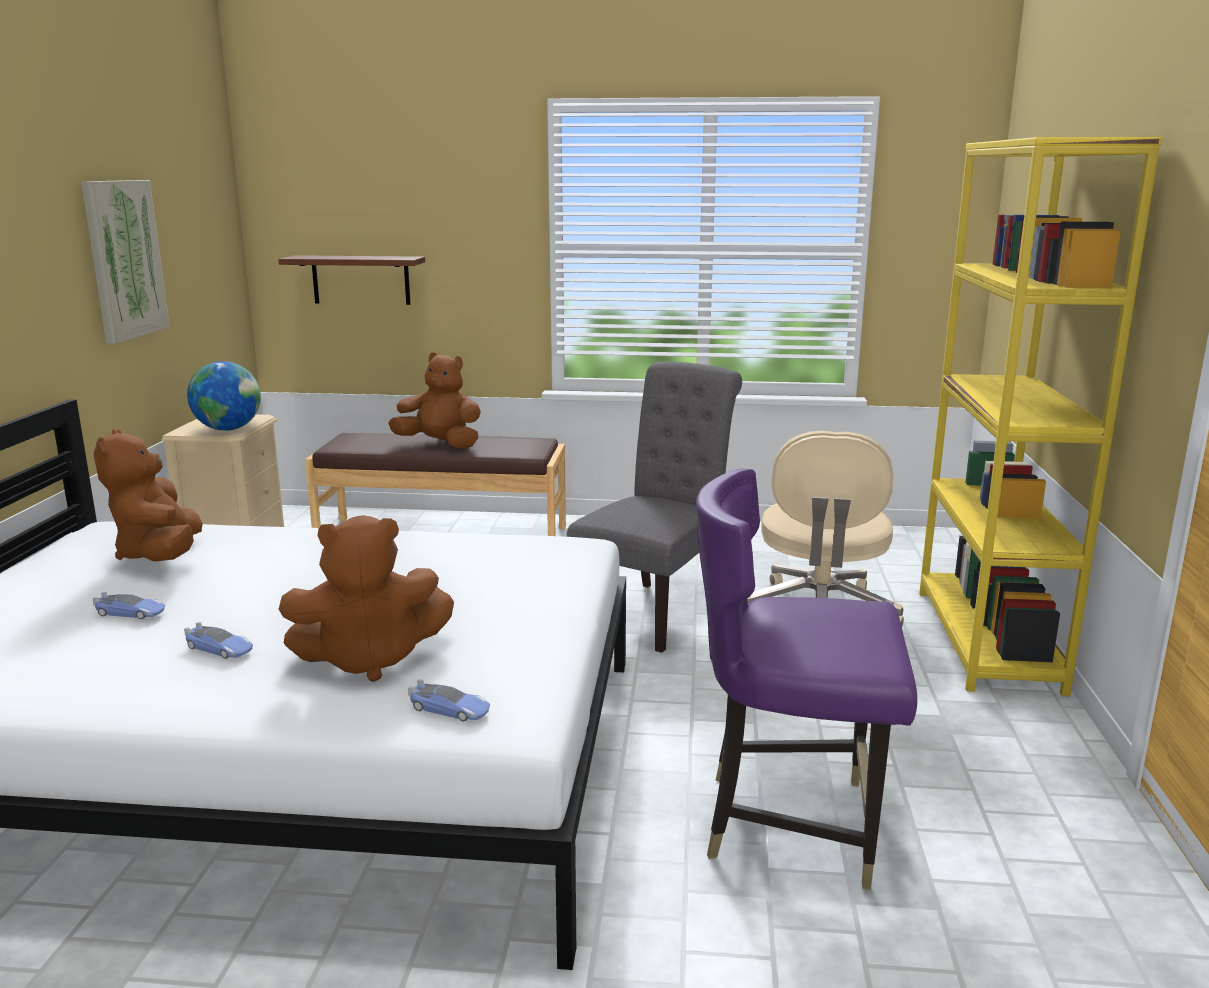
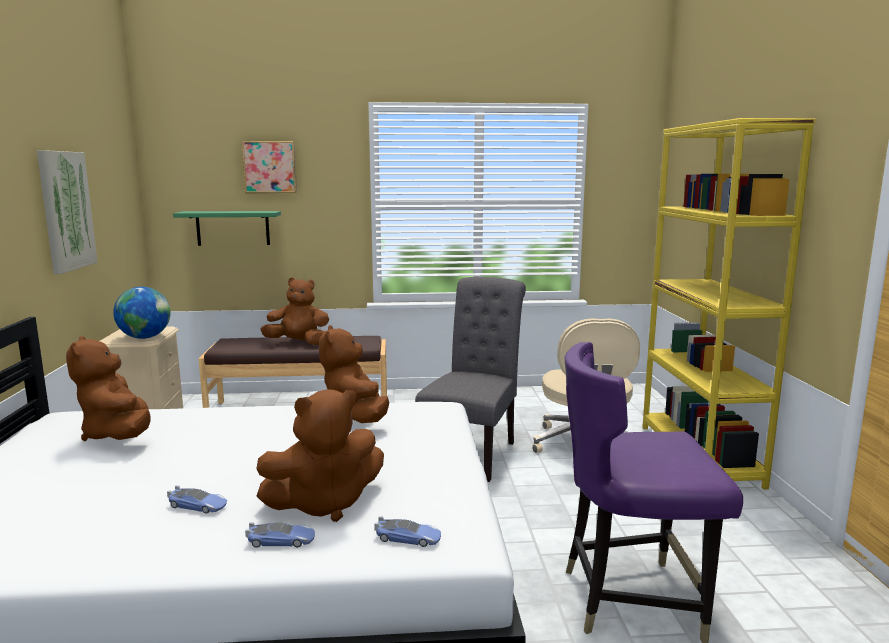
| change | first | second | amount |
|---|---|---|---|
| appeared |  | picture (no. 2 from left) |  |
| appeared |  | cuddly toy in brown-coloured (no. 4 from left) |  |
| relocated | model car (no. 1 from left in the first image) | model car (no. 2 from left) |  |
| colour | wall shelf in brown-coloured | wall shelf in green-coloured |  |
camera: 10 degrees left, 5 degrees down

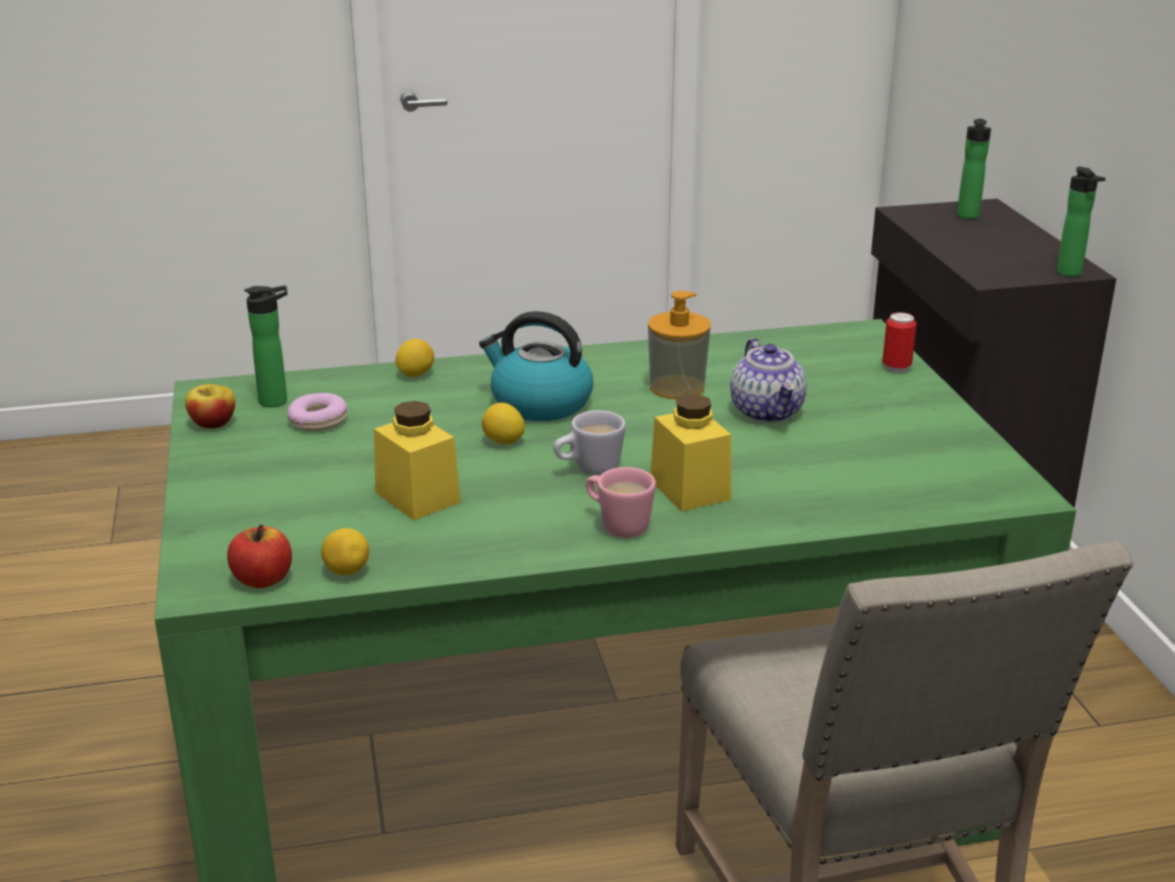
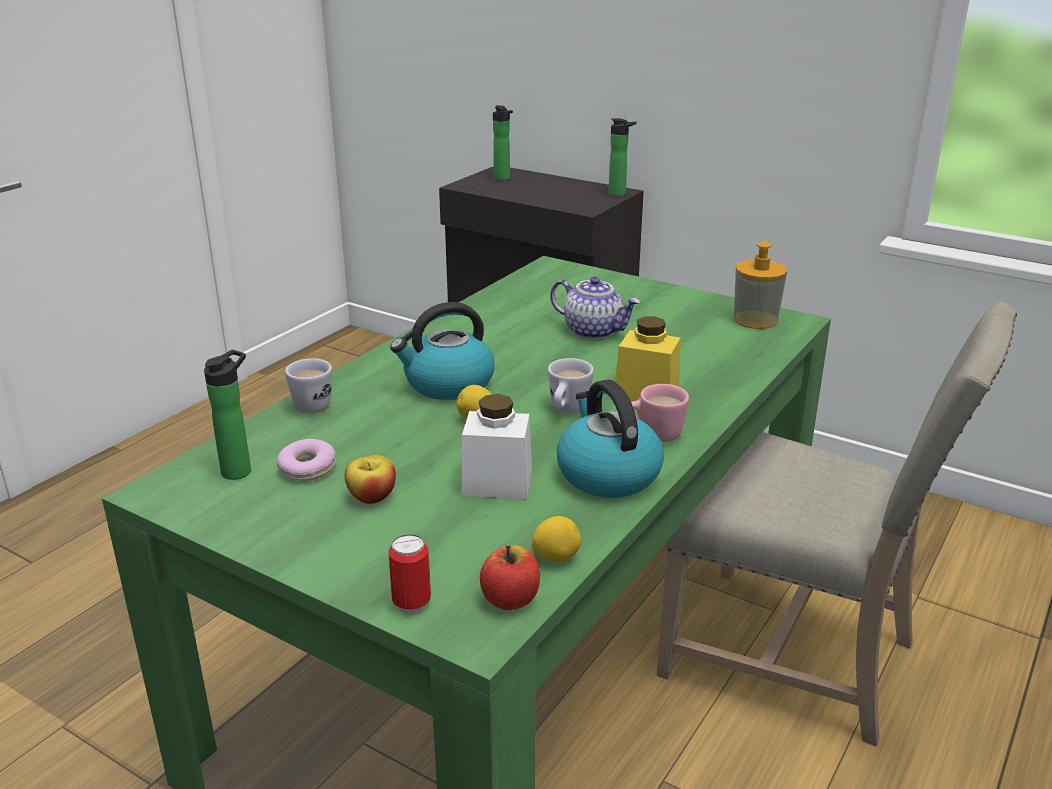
| change | first | second | amount |
|---|---|---|---|
| appeared |  | kettle (no. 2 from left) |  |
| relocated | apple fruit (no. 1 from left) |  |  |
| relocated | soap dispenser |  |  |
| relocated | can |  |  |
| exchanged | lemon (no. 2 from left) | coffee mug in white-coloured (no. 1 from left) |  |
| colour | jar in yellow (no. 1 from left) | jar in white-coloured |  |
camera: 45 degrees left, 0 degrees up

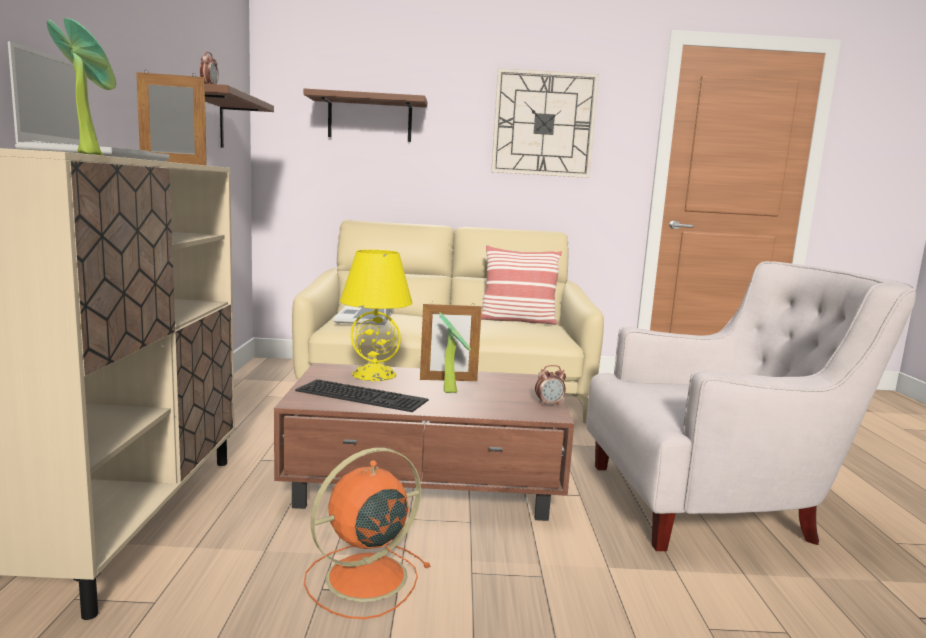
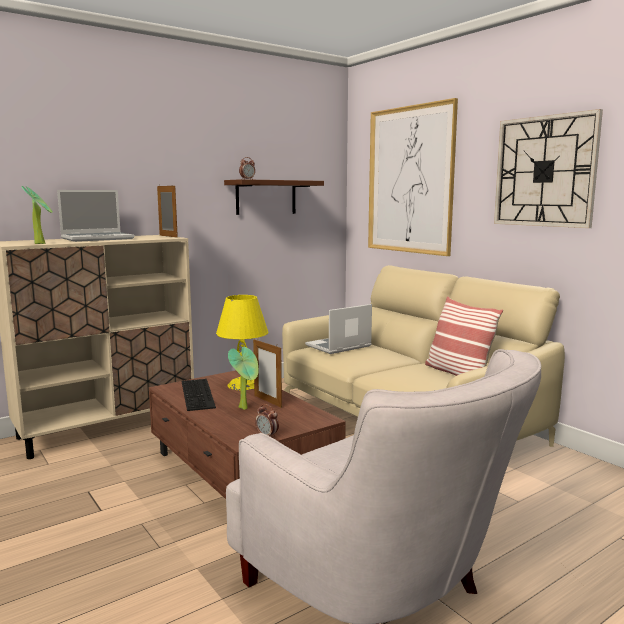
| change | first | second | amount |
|---|---|---|---|
| missing | cooling fan in orangey |  |  |
| exchanged | wall shelf in brown-coloured (no. 2 from left) | picture |  |
camera: 55 degrees right, 0 degrees up

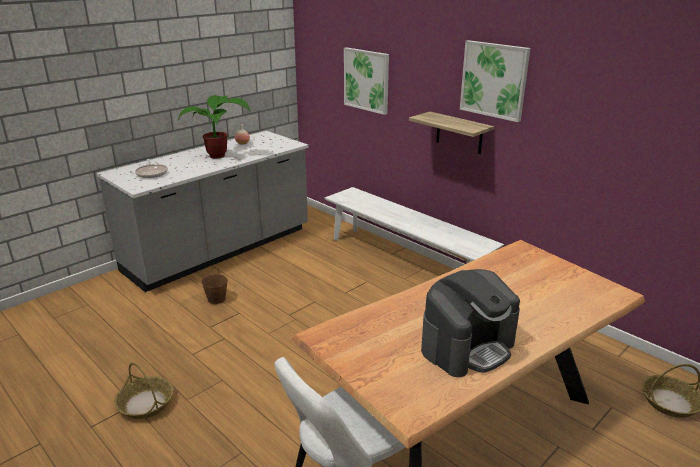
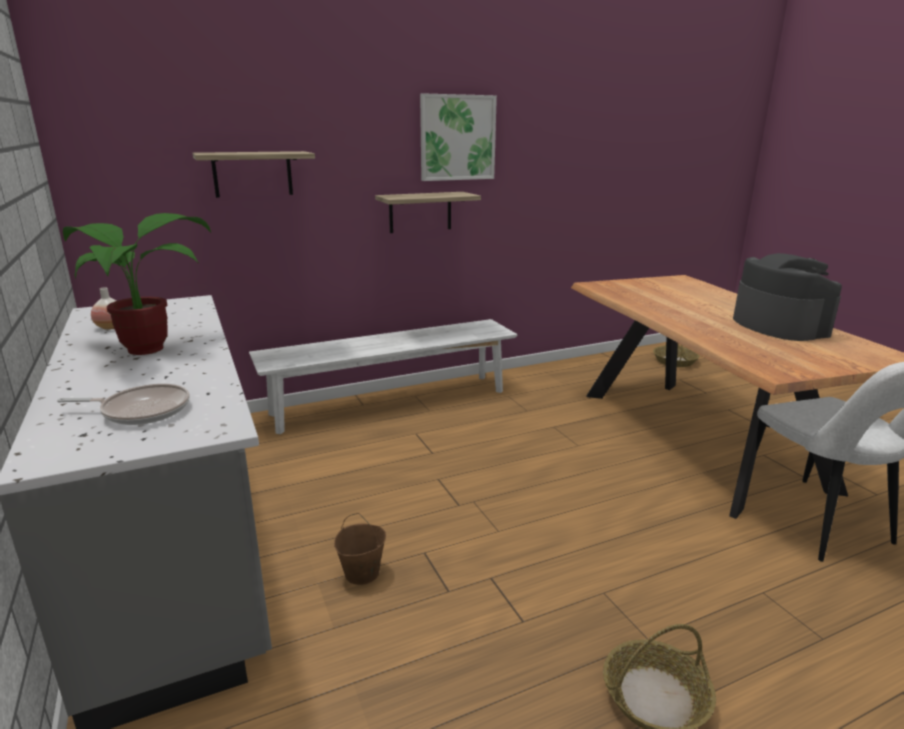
| change | first | second | amount |
|---|---|---|---|
| exchanged | picture (no. 1 from left) | wall shelf (no. 1 from left) |  |
camera: 70 degrees left, 5 degrees down

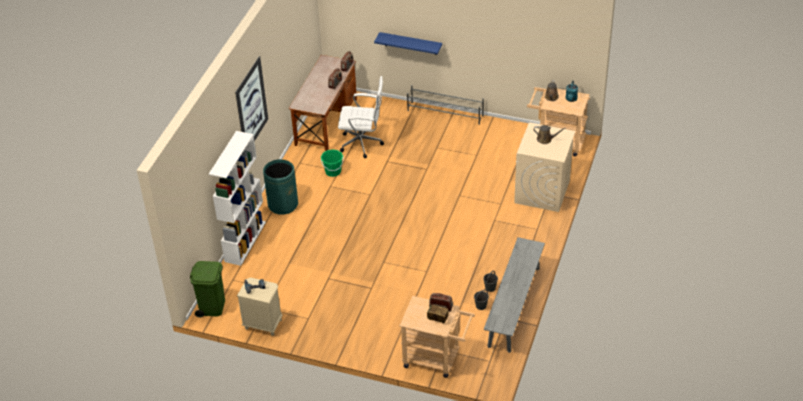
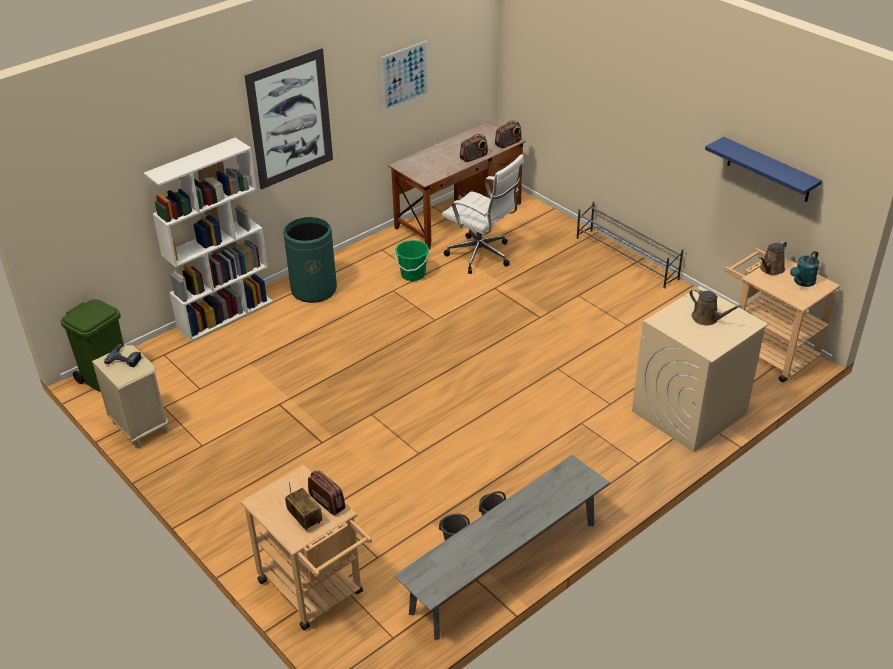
| change | first | second | amount |
|---|---|---|---|
| appeared |  | picture (no. 2 from left) |  |
| relocated | wall shelf in bluish |  |  |
camera: 30 degrees right, 5 degrees down

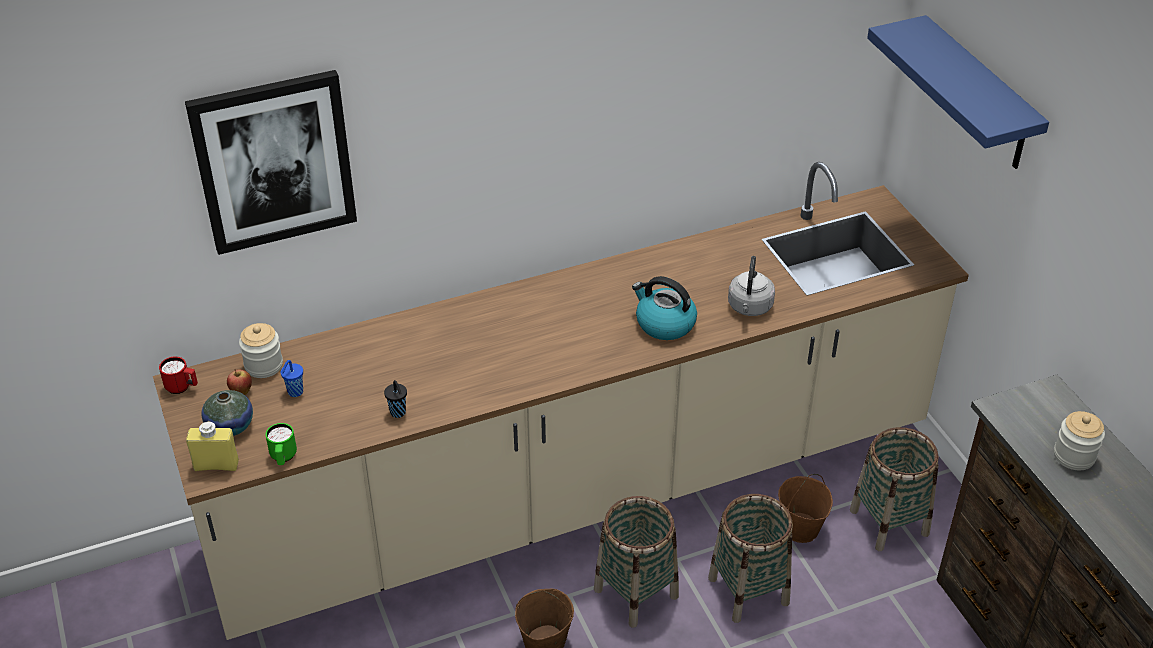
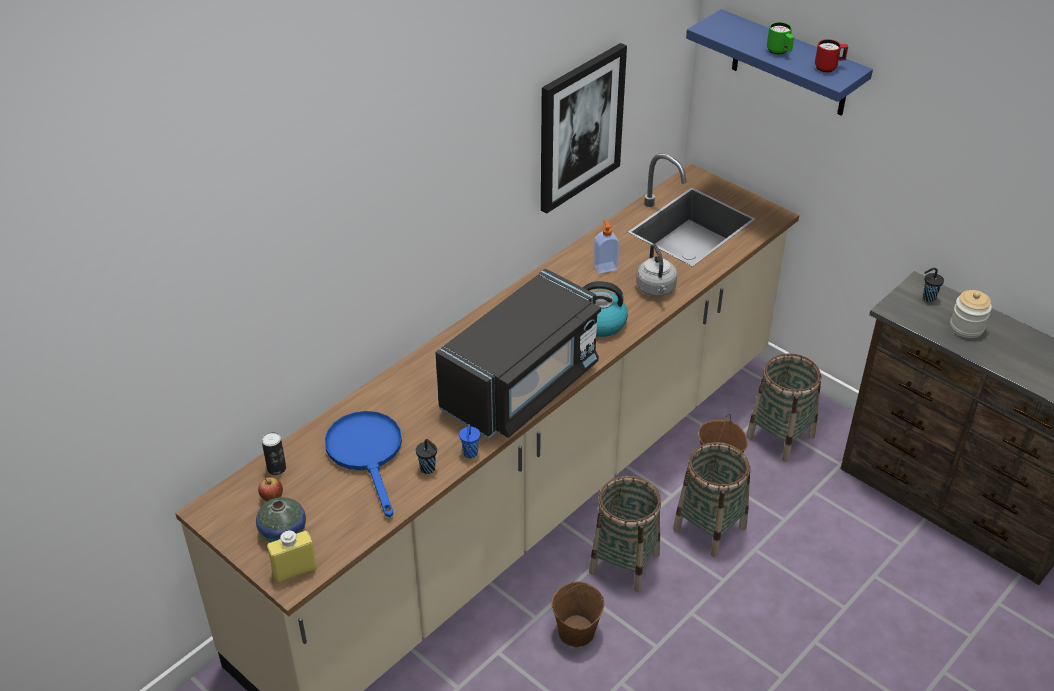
| change | first | second | amount |
|---|---|---|---|
| appeared |  | frying pan in bluish |  |
| appeared |  | microwave in black-coloured |  |
| appeared |  | soap dispenser |  |
| appeared |  | cup in black-coloured (no. 2 from left) |  |
| relocated | coffee mug in red-coloured |  |  |
| relocated | picture |  |  |
| relocated | coffee mug in green-coloured |  |  |
| relocated | cup in bluish |  |  |
| exchanged | jar (no. 1 from left) | can |  |
camera: 25 degrees left, 0 degrees up

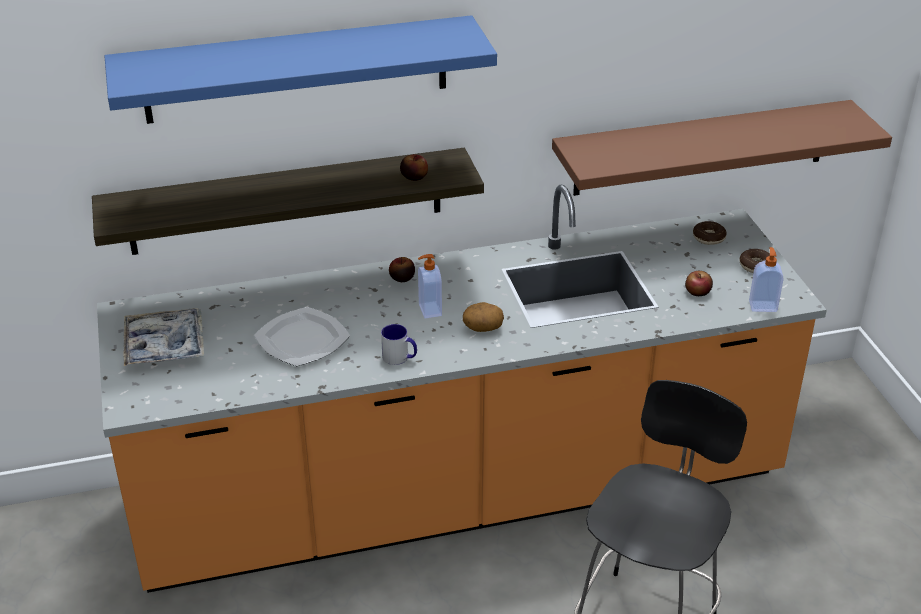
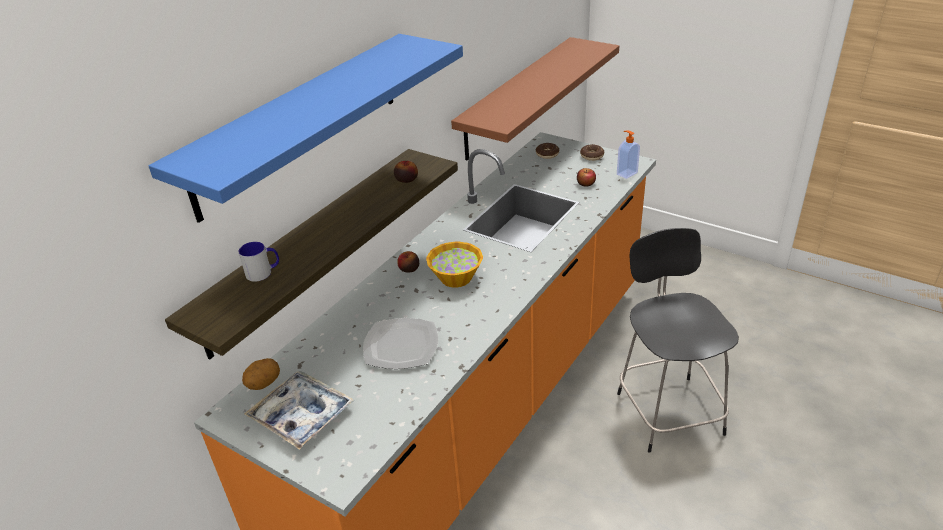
| change | first | second | amount |
|---|---|---|---|
| relocated | coffee mug |  |  |
| relocated | potato |  |  |
| exchanged | soap dispenser (no. 1 from left) | serving bowl |  |
camera: 40 degrees left, 0 degrees up

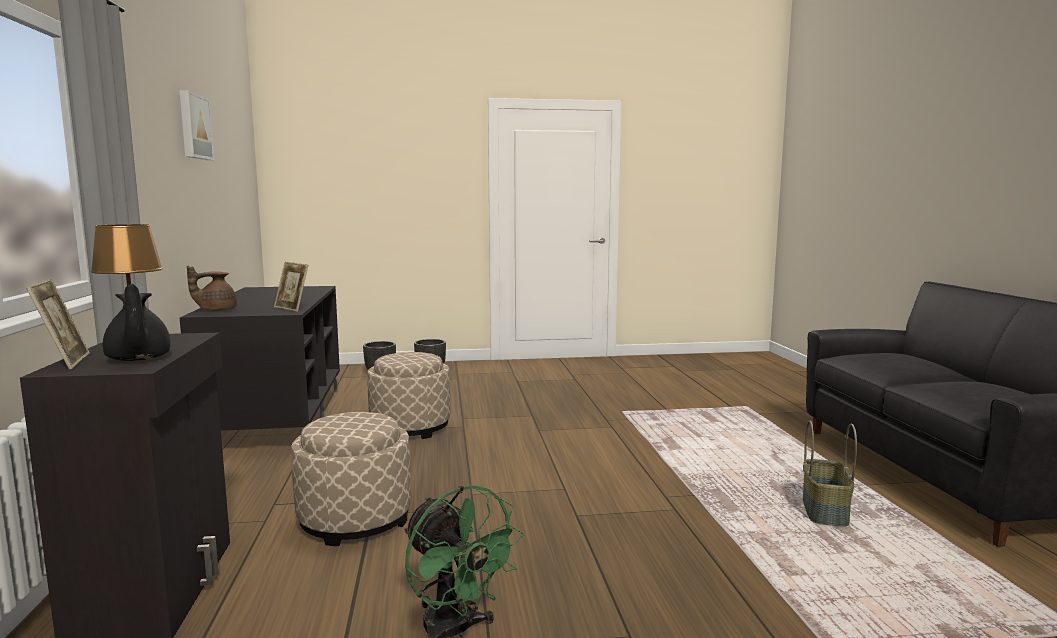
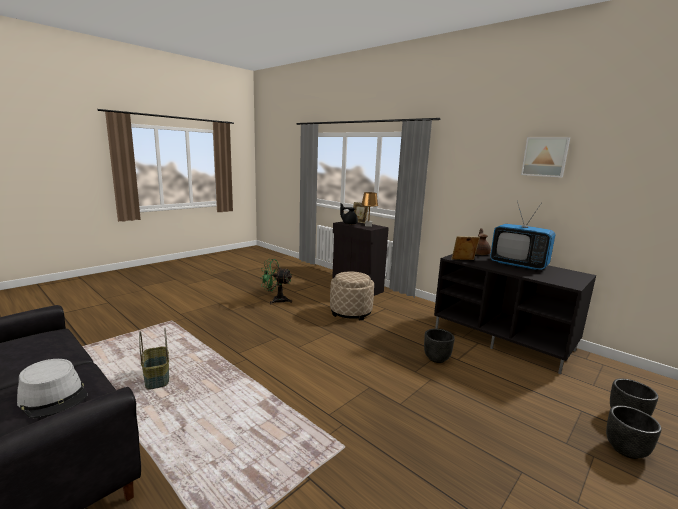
| change | first | second | amount |
|---|---|---|---|
| appeared |  | clothing hat in greyish |  |
| appeared |  | TV |  |
| exchanged | pouffe in sand-coloured (no. 2 from left) | planter in black-coloured (no. 1 from left) |  |
camera: 140 degrees right, 5 degrees up

